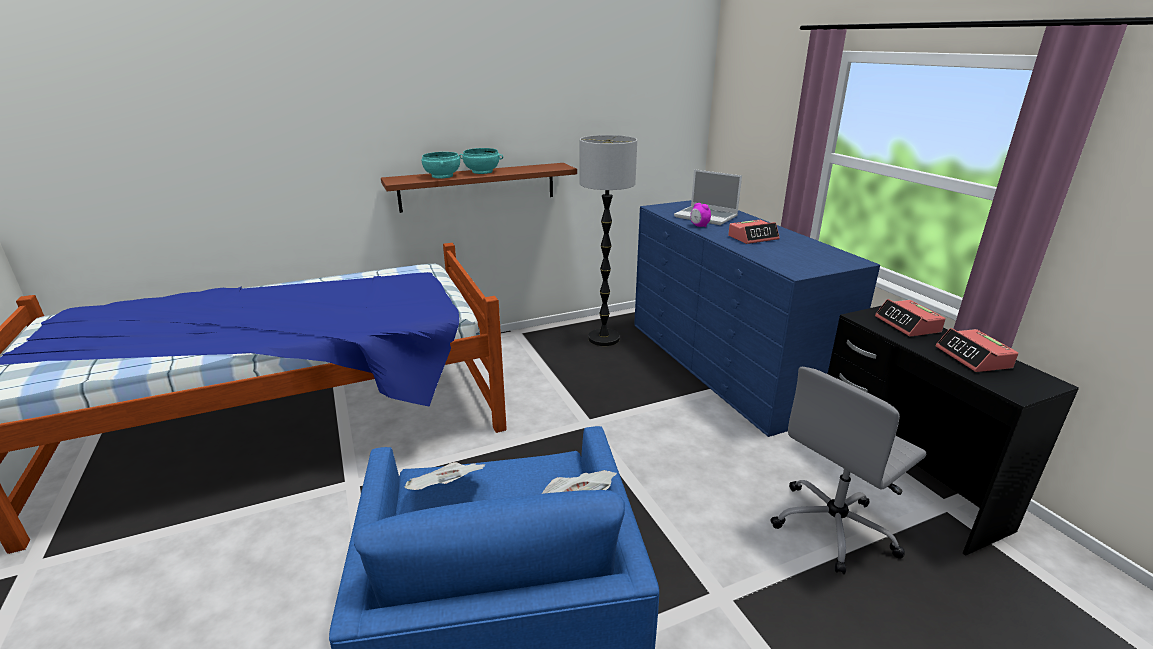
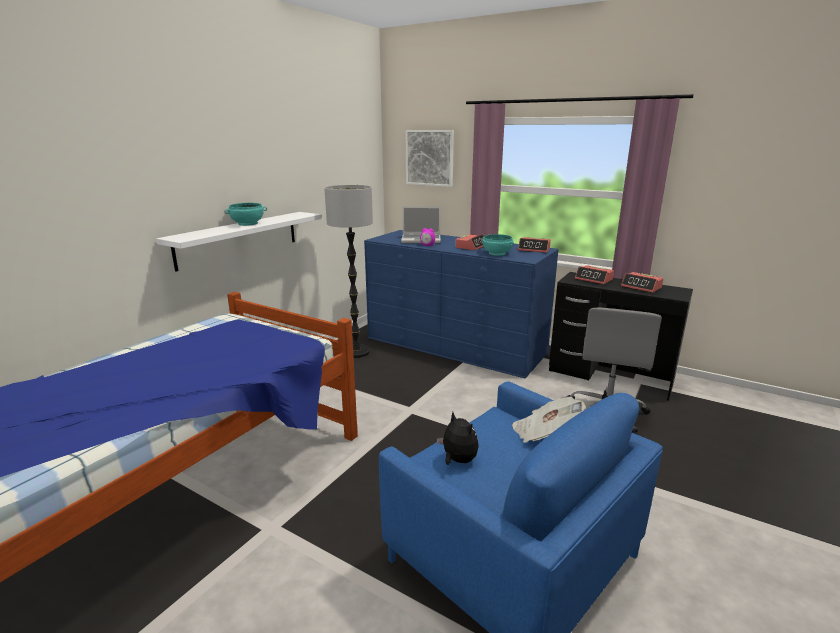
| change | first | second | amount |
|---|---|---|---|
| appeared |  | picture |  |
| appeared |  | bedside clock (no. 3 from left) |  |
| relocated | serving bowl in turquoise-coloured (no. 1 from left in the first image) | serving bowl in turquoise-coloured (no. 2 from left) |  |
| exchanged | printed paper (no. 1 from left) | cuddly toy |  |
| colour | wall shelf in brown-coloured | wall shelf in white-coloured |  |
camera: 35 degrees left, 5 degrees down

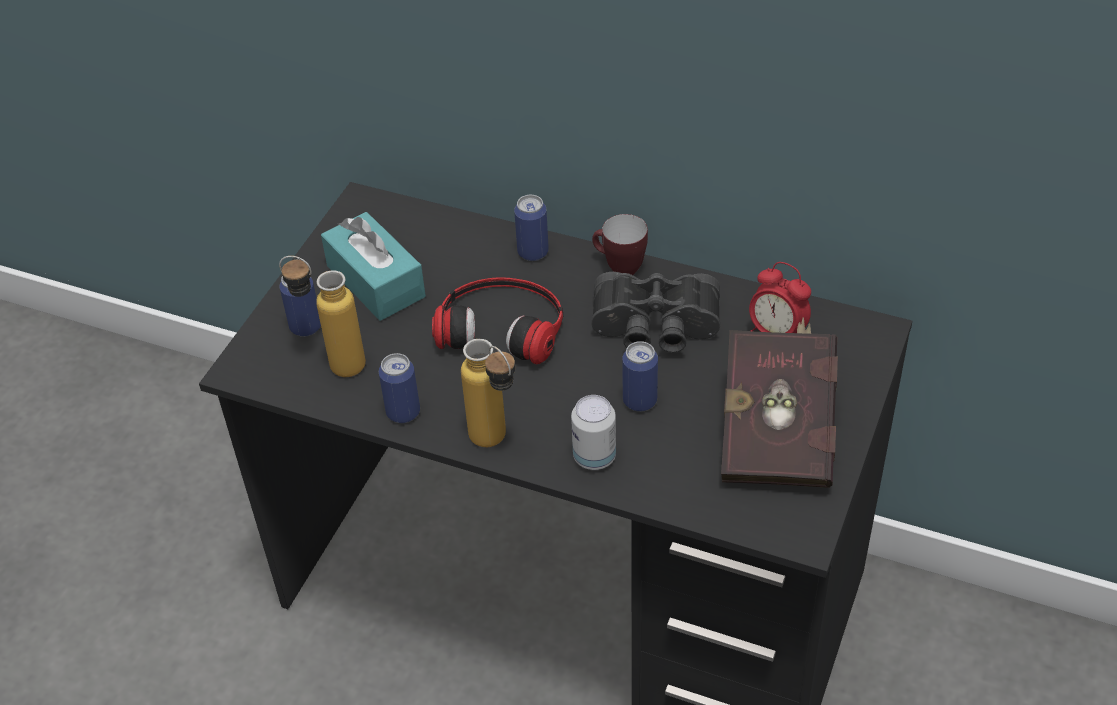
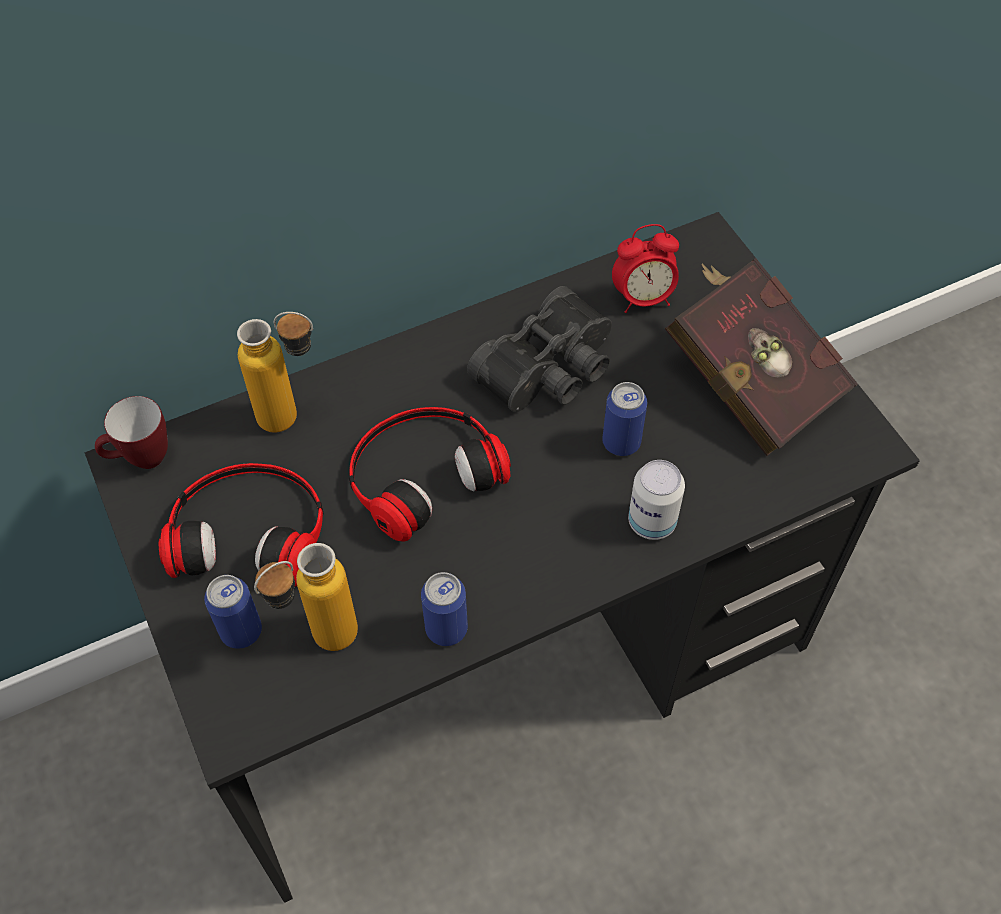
| change | first | second | amount |
|---|---|---|---|
| missing | can (no. 3 from left) |  |  |
| relocated | beverage bottle (no. 2 from left in the first image) | beverage bottle (no. 1 from left) |  |
| relocated | coffee mug |  |  |
| exchanged | tissue box in turquoise-coloured | headset (no. 1 from left) |  |
camera: 50 degrees left, 10 degrees up

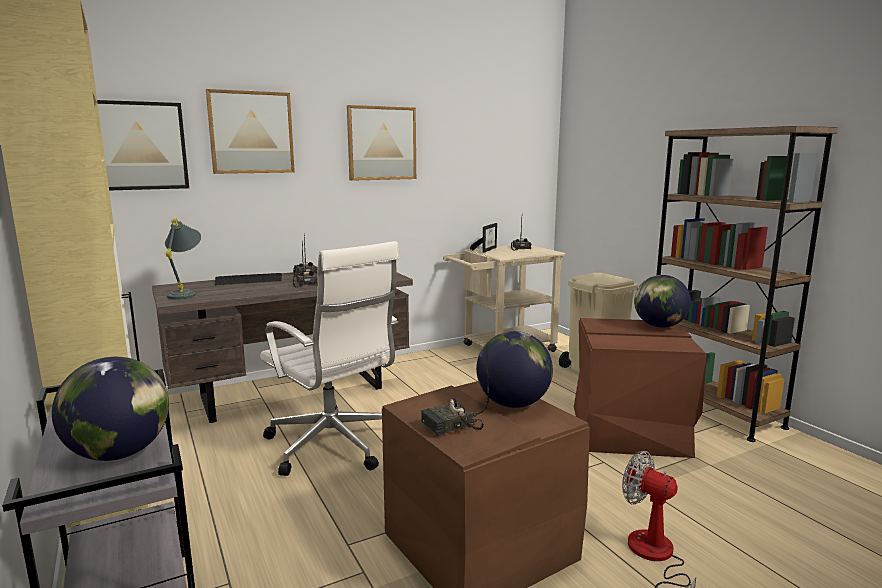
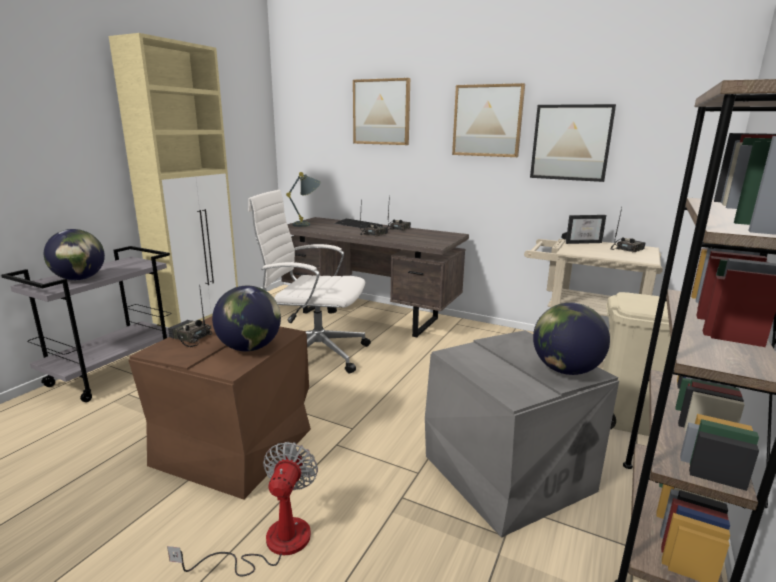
| change | first | second | amount |
|---|---|---|---|
| relocated | picture (no. 1 from left in the first image) | picture (no. 3 from left) |  |
| colour | storage box in brown-coloured (no. 2 from left) | storage box in greyish |  |
| spun | computer chair in white-coloured |  | 90 degrees clockwise |
camera: 55 degrees right, 5 degrees up

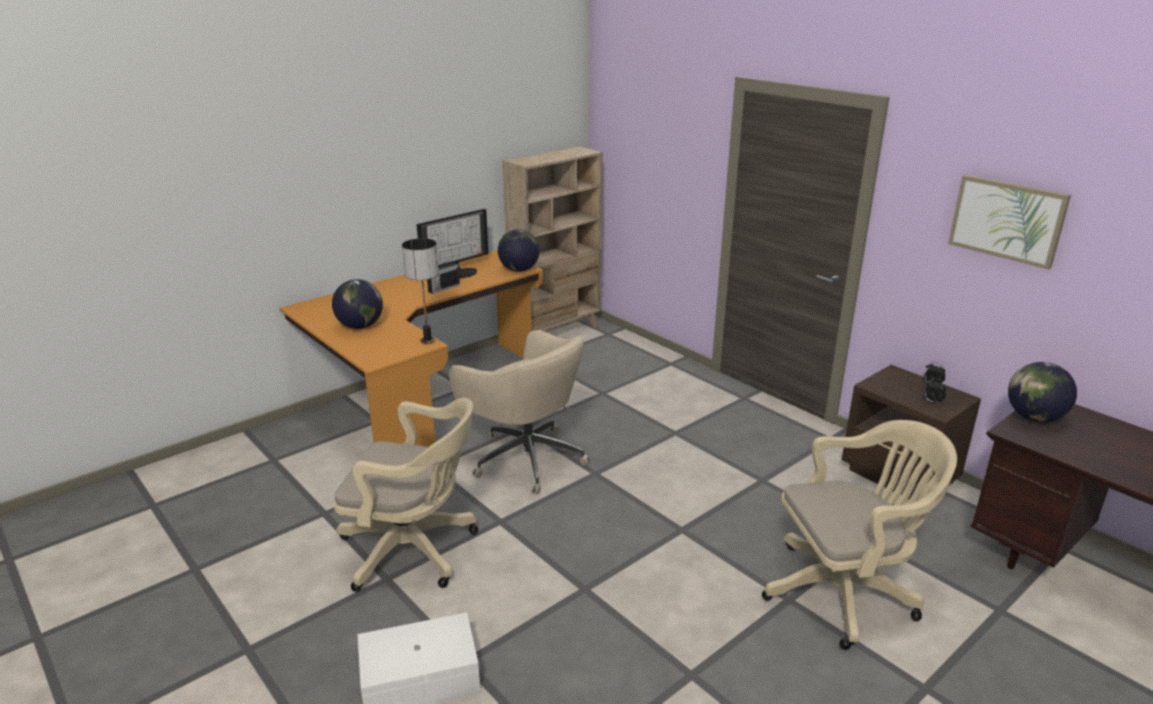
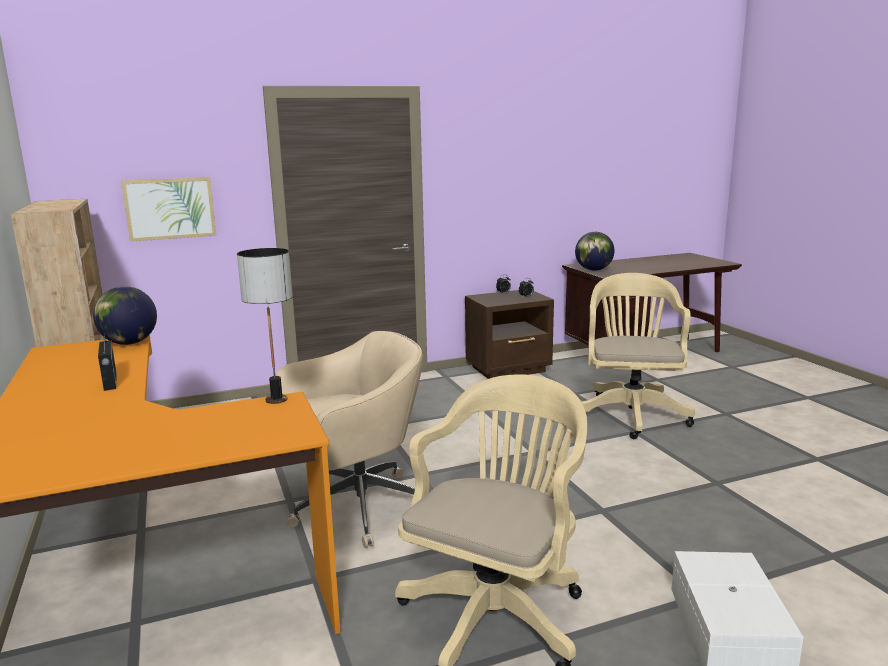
| change | first | second | amount |
|---|---|---|---|
| missing | desk globe (no. 1 from left) |  |  |
| missing | monitor |  |  |
| relocated | picture |  |  |
camera: 70 degrees left, 10 degrees down

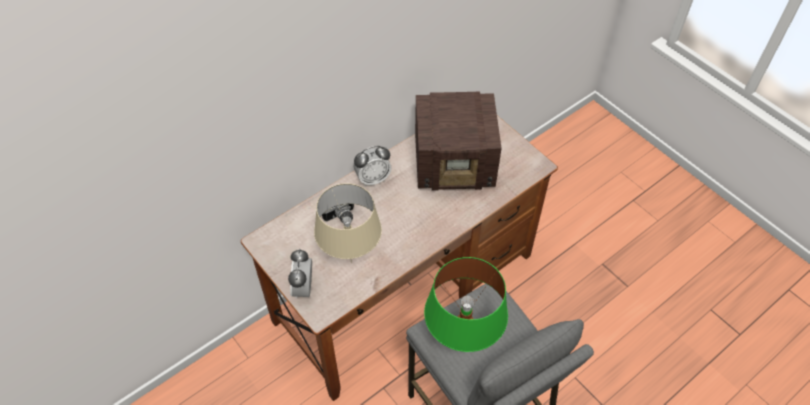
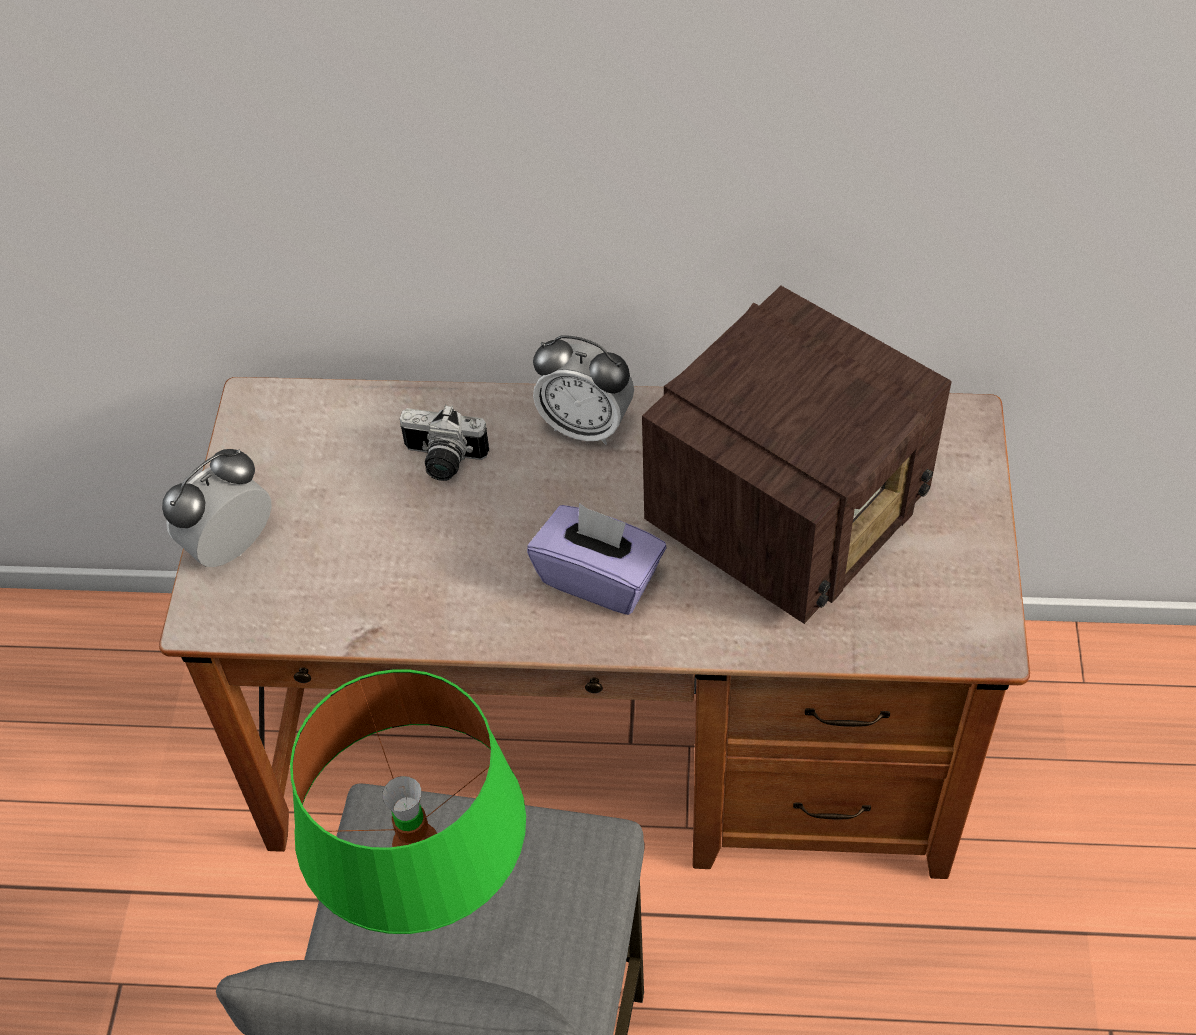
| change | first | second | amount |
|---|---|---|---|
| missing | tabletop lamp in sand-coloured |  |  |
| appeared |  | tissue box in purple |  |
| spun | radio receiver |  | 90 degrees counterclockwise |
camera: 45 degrees right, 0 degrees up

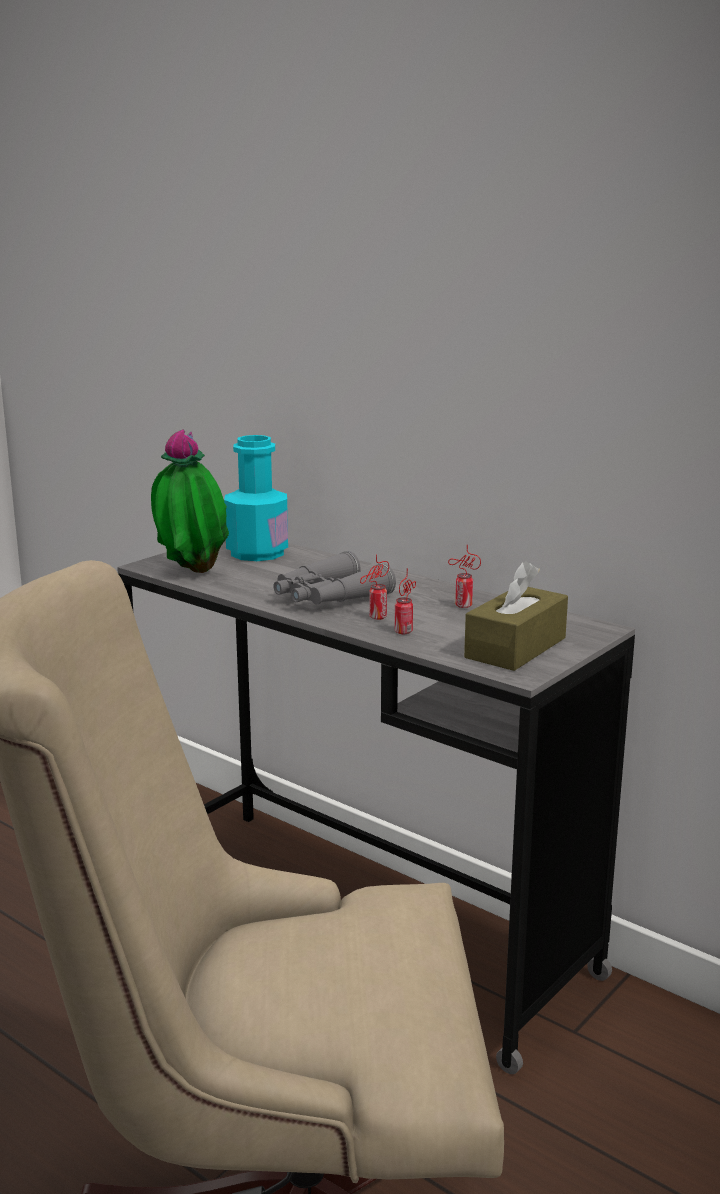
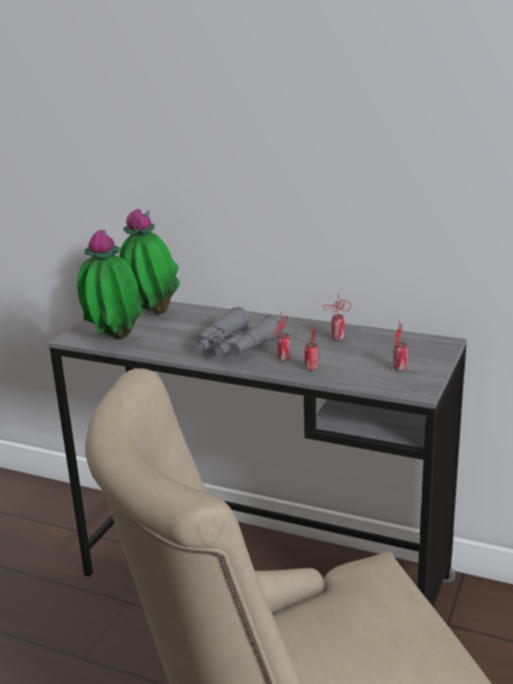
| change | first | second | amount |
|---|---|---|---|
| exchanged | beverage bottle in turquoise-coloured | potted plant (no. 2 from left) |  |
| exchanged | tissue box in brown-coloured | can (no. 4 from left) |  |
camera: 15 degrees left, 5 degrees up

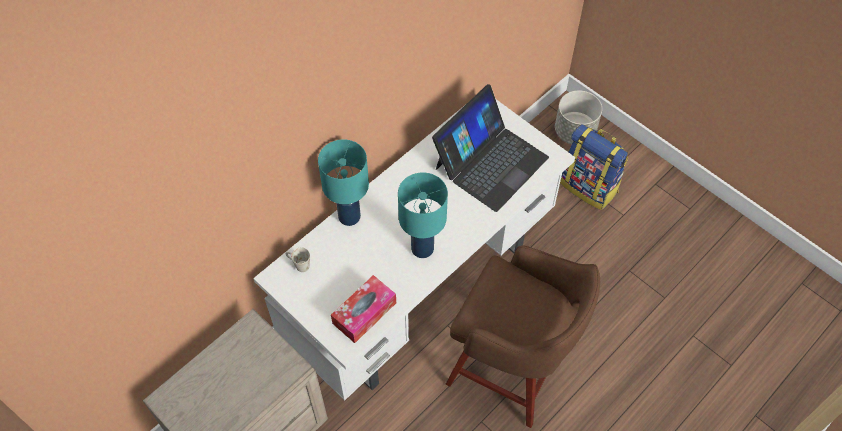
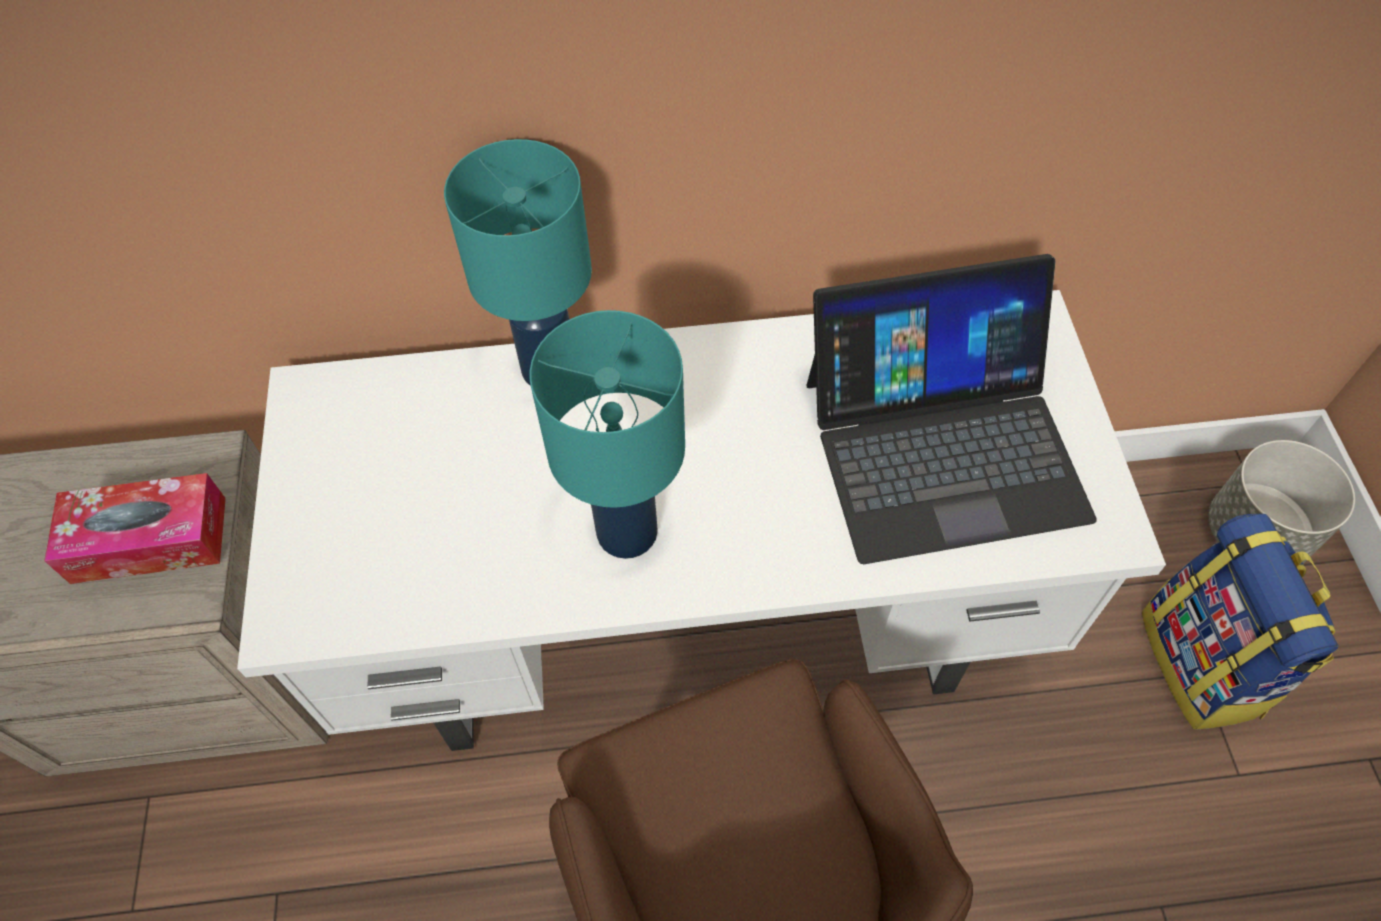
| change | first | second | amount |
|---|---|---|---|
| missing | coffee mug in white-coloured |  |  |
| relocated | tissue box |  |  |
camera: 40 degrees right, 0 degrees up

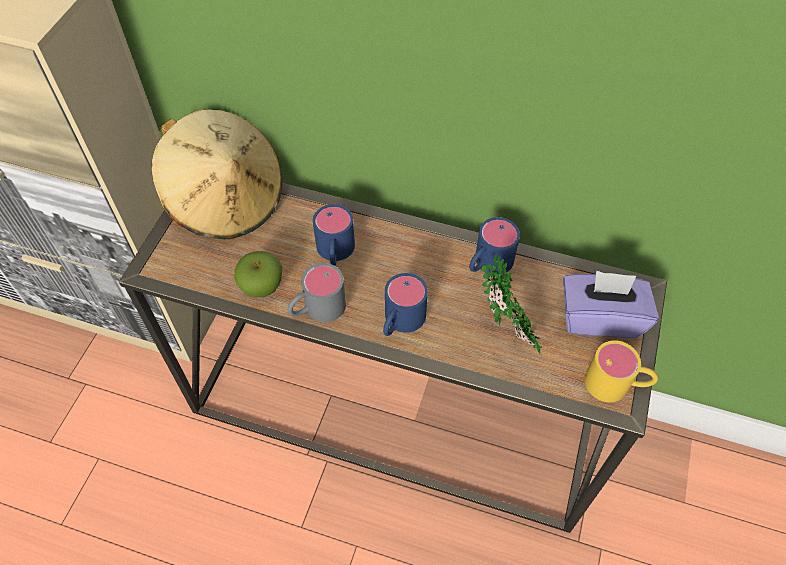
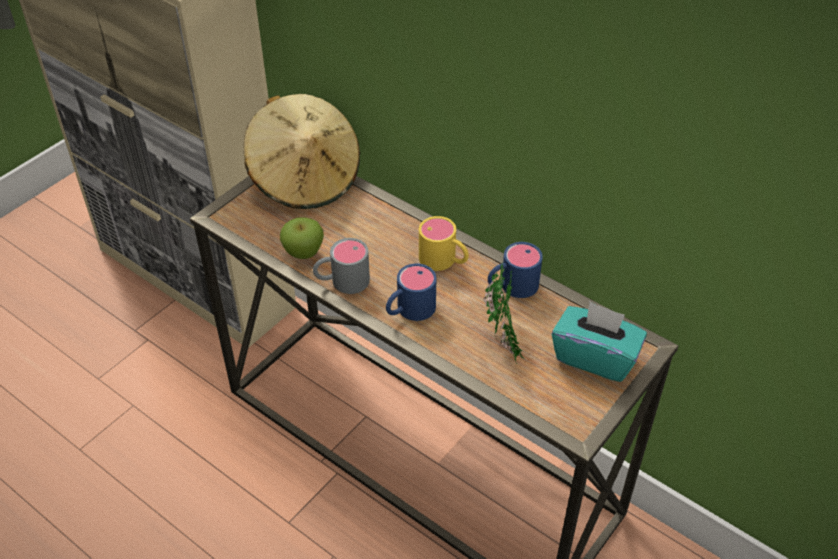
| change | first | second | amount |
|---|---|---|---|
| missing | coffee mug in bluish (no. 1 from left) |  |  |
| relocated | coffee mug in yellow |  |  |
| colour | tissue box in purple | tissue box in turquoise-coloured |  |
camera: 20 degrees right, 10 degrees down

